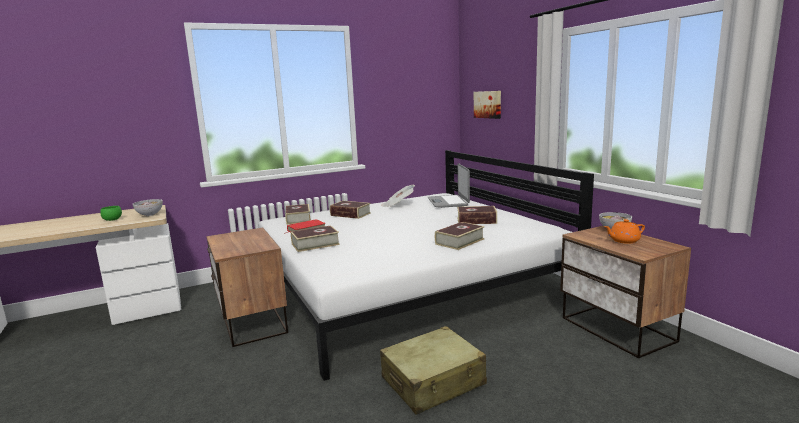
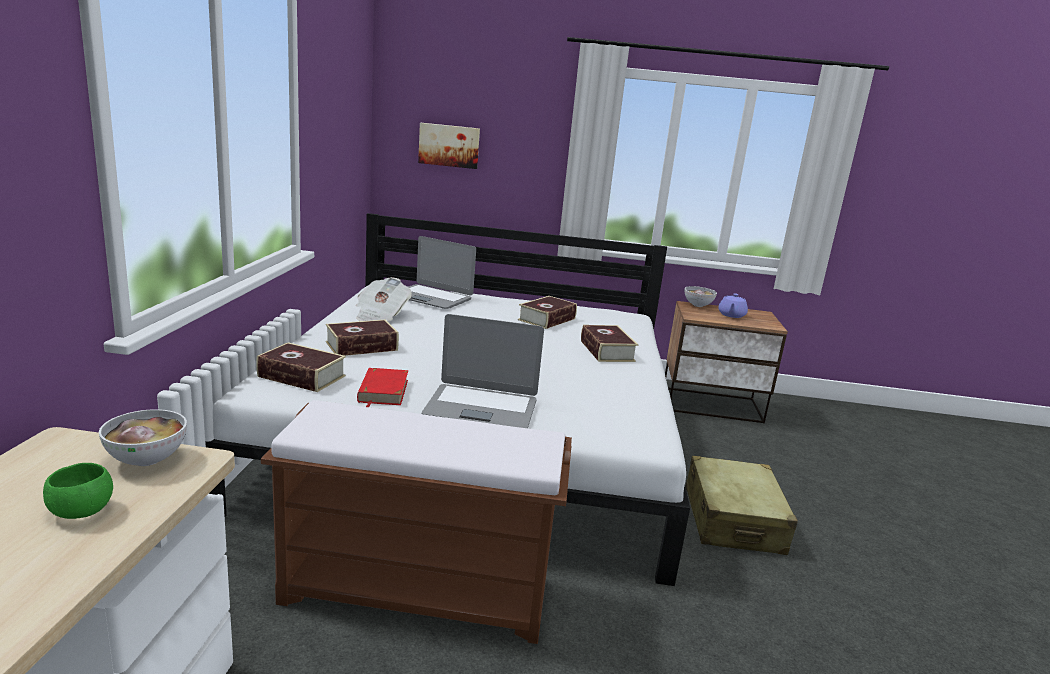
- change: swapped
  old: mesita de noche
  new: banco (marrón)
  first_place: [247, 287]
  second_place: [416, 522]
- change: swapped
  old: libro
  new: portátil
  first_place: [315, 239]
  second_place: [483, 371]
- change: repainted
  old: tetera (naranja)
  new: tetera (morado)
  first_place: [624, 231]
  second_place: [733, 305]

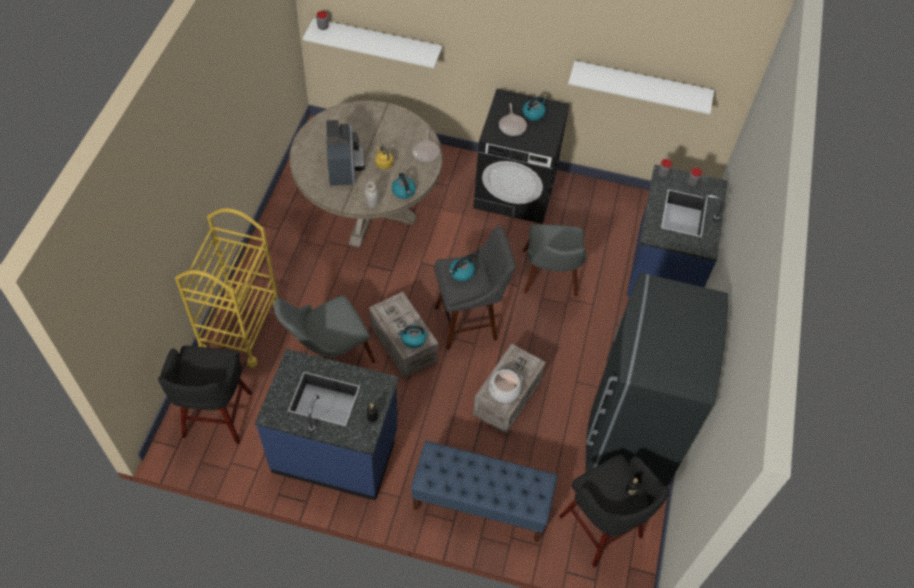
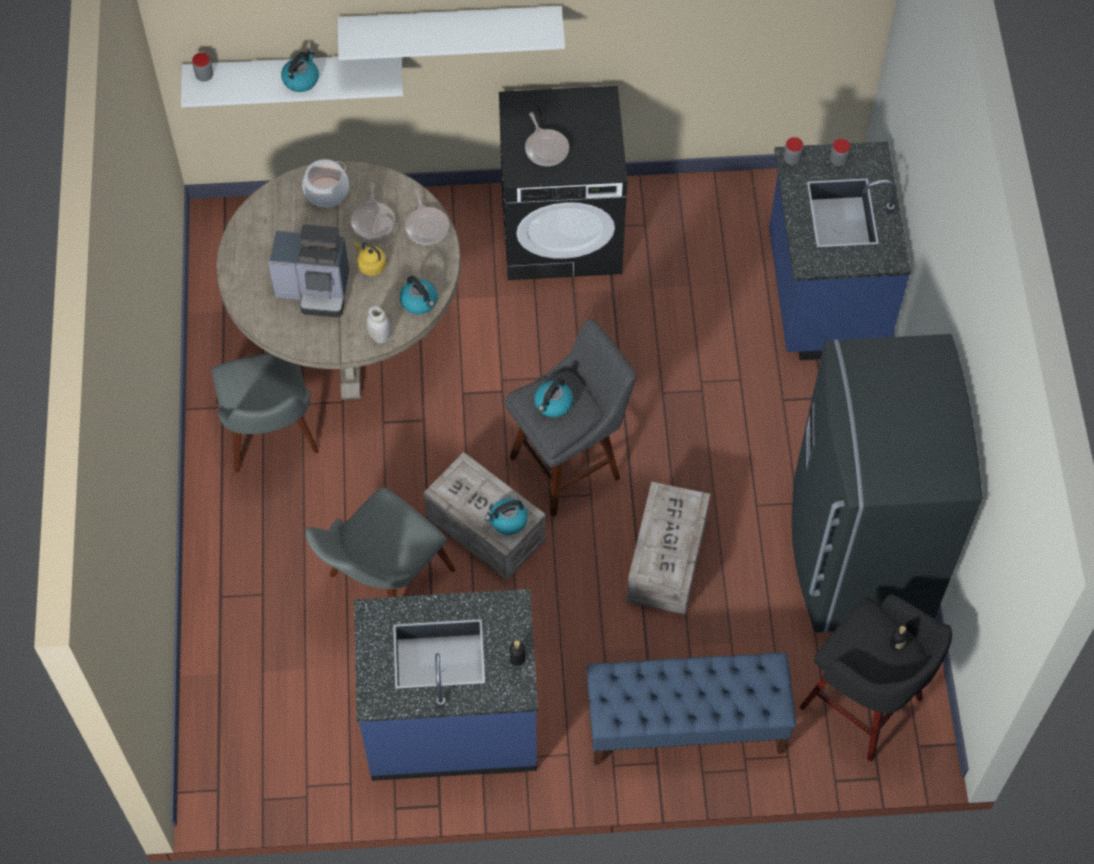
- change: shifted
  old: silla (gris)
  first_place: [555, 260]
  second_place: [265, 412]
- change: rotated
  old: cafetera
  first_place: [345, 152]
  second_place: [308, 270]
  degrees: 120
- change: shifted
  old: hervidor
  first_place: [534, 108]
  second_place: [300, 71]
- change: shifted
  old: olla
  first_place: [505, 386]
  second_place: [325, 183]
- change: shifted
  old: estante (blanco)
  first_place: [641, 87]
  second_place: [451, 33]
- change: new
  new: sartén
  second_place: [372, 211]
- change: gone
  old: taburete (negro)
  first_place: [205, 395]
- change: gone
  old: carrito (amarillo)
  first_place: [226, 288]

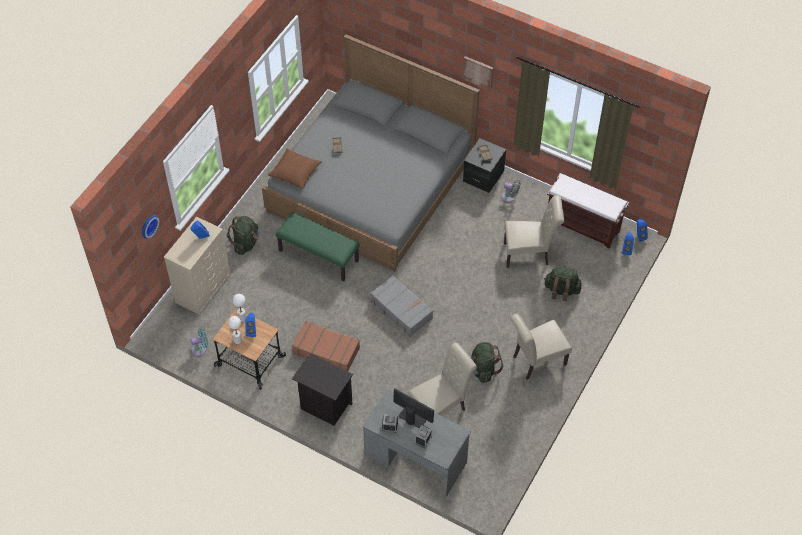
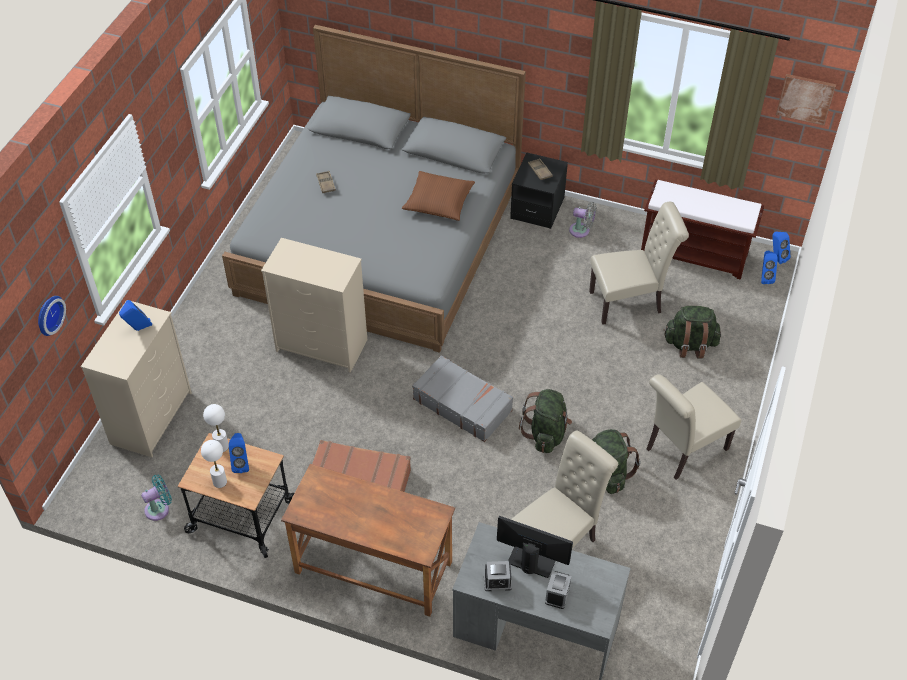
- change: swapped
  old: banco (verde)
  new: cómoda (beis)
  first_place: [318, 247]
  second_place: [314, 305]
- change: swapped
  old: mesita de noche (negro)
  new: escritorio (marrón)
  first_place: [322, 389]
  second_place: [368, 540]
- change: shifted
  old: cojín (marrón)
  first_place: [295, 169]
  second_place: [438, 196]
- change: shifted
  old: mochila (verde)
  first_place: [243, 235]
  second_place: [545, 421]
- change: shifted
  old: cuadro
  first_place: [478, 73]
  second_place: [806, 100]

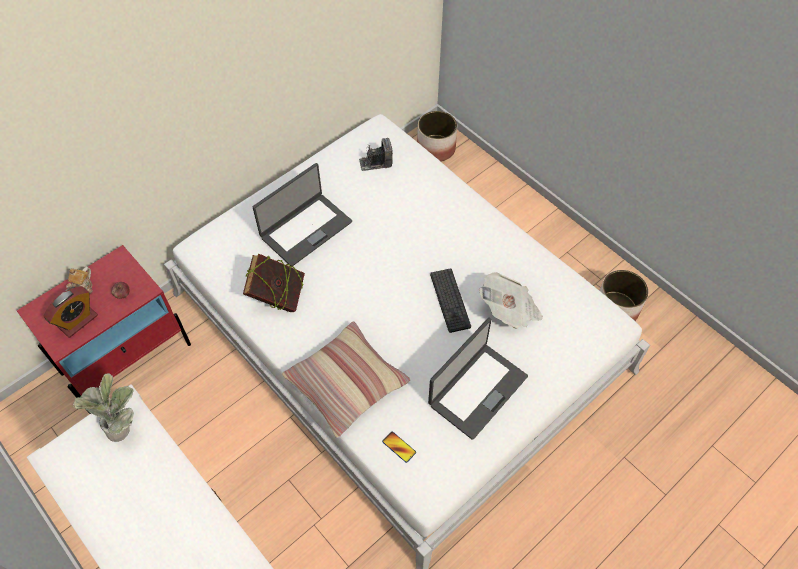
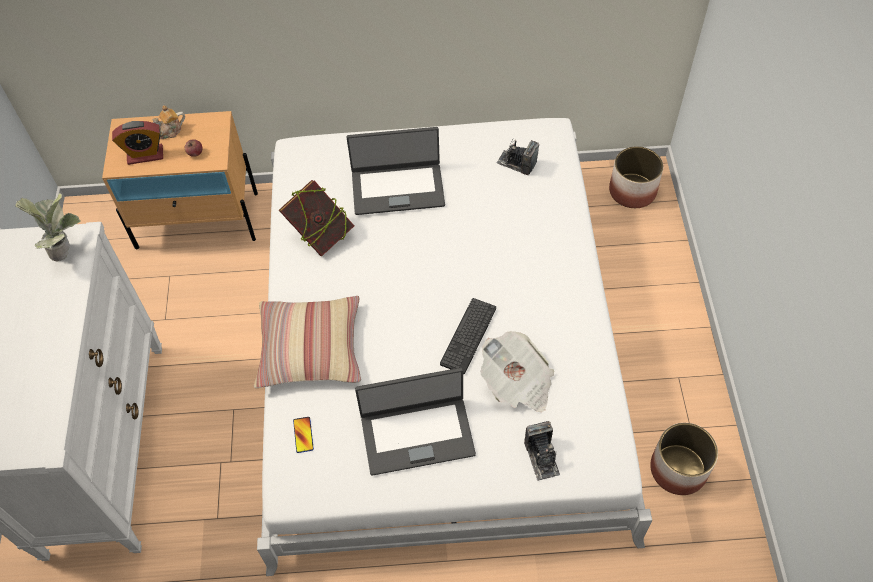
- change: repainted
  old: mesita de noche (rojo)
  new: mesita de noche (beis)
  first_place: [104, 329]
  second_place: [180, 180]
- change: new
  new: cámara
  second_place: [542, 451]

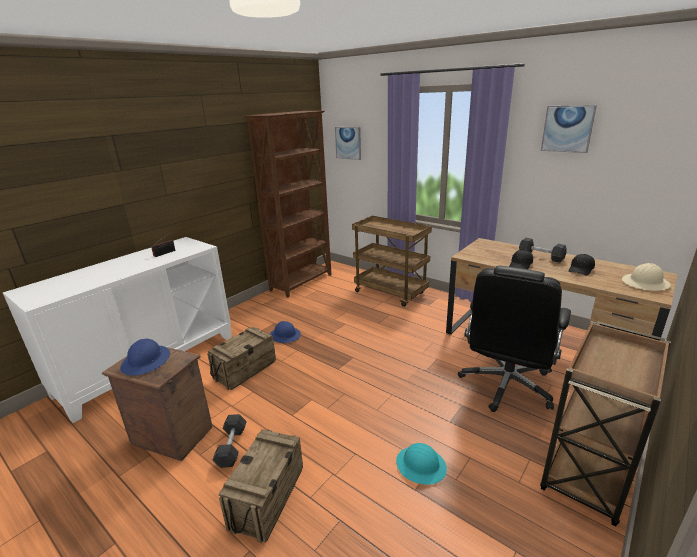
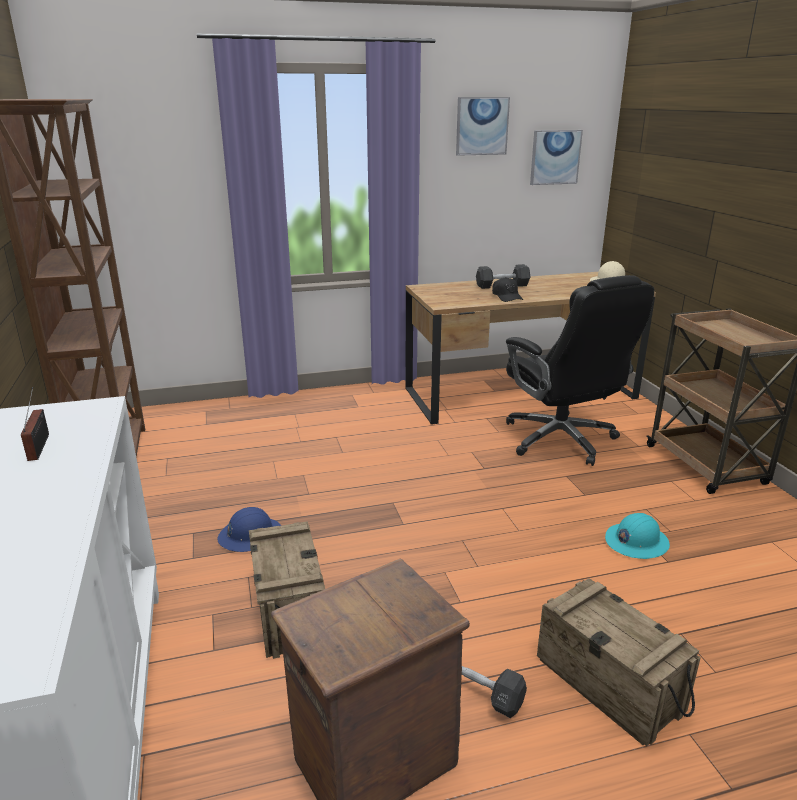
- change: shifted
  old: cuadro
  first_place: [348, 143]
  second_place: [556, 157]
- change: gone
  old: casco (azul)
  first_place: [145, 357]
- change: gone
  old: carrito (marrón)
  first_place: [392, 261]
- change: gone
  old: gorra (negro)
  first_place: [581, 265]

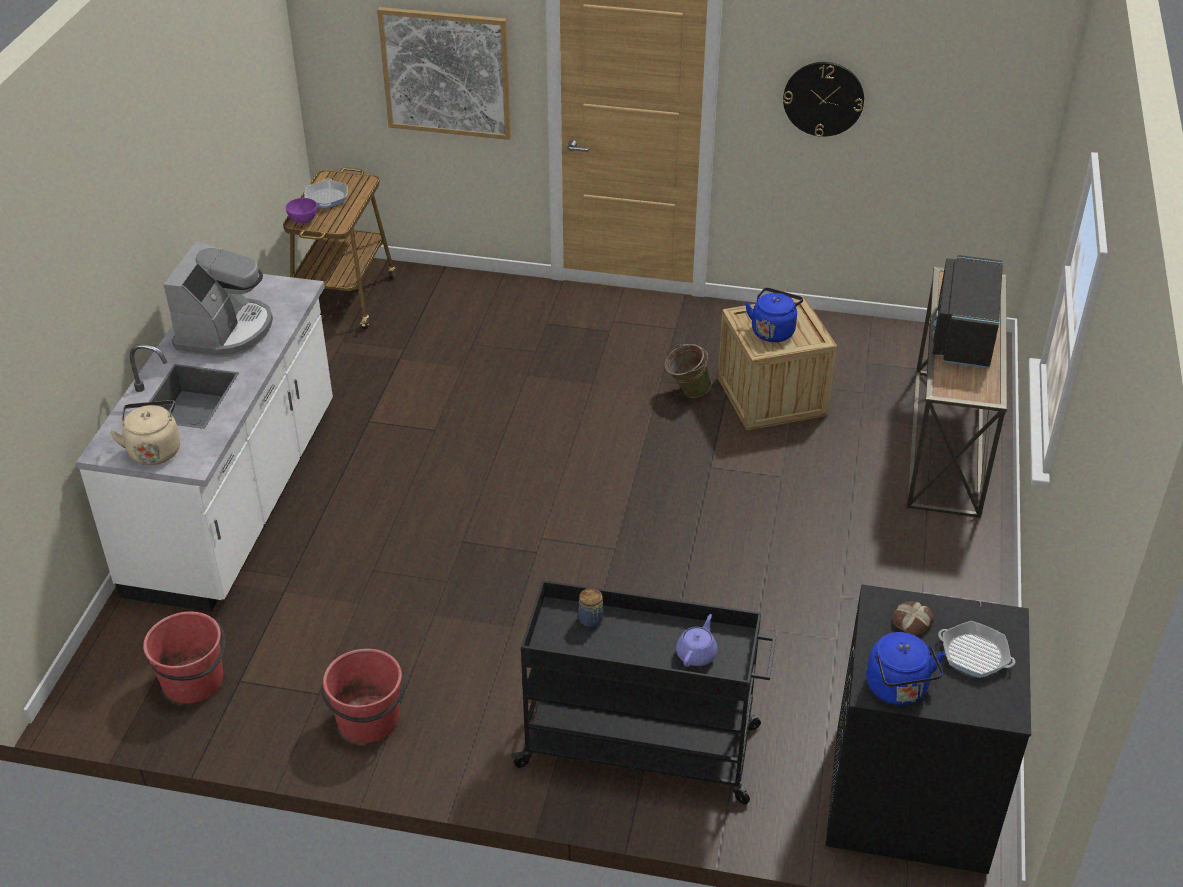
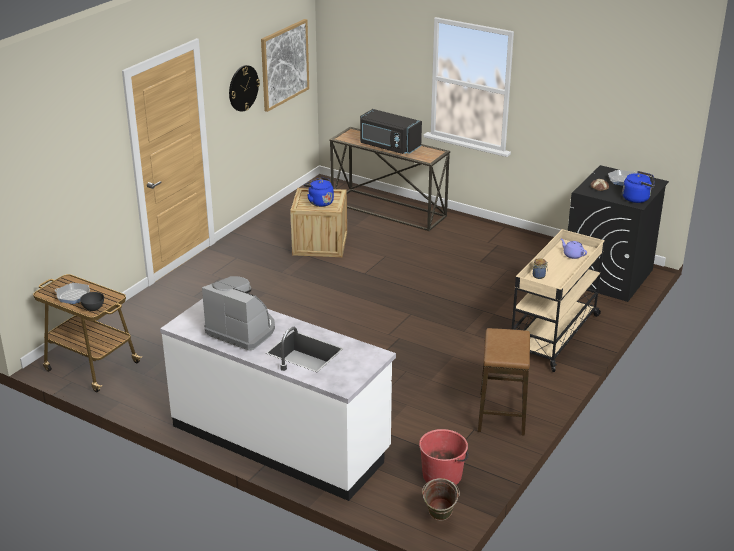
- change: repainted
  old: cuenco (morado)
  new: cuenco (gris)
  first_place: [301, 211]
  second_place: [92, 301]
- change: shifted
  old: cuadro
  first_place: [444, 73]
  second_place: [285, 65]
- change: shifted
  old: cubo (verde)
  first_place: [688, 371]
  second_place: [441, 499]
- change: swapped
  old: cubo (rojo)
  new: taburete
  first_place: [363, 696]
  second_place: [504, 382]
- change: repainted
  old: carrito (negro)
  new: carrito (beis)
  first_place: [643, 692]
  second_place: [558, 300]
- change: gone
  old: hervidor (beis)
  first_place: [144, 432]

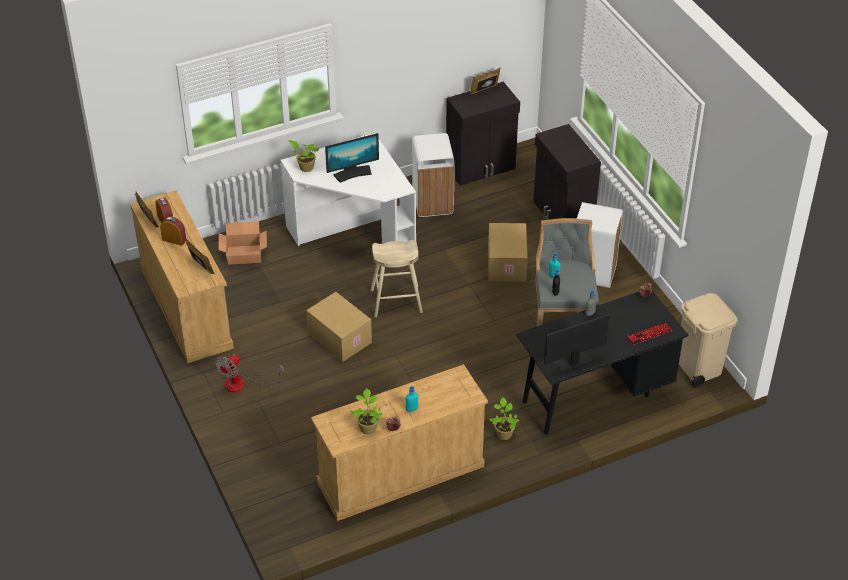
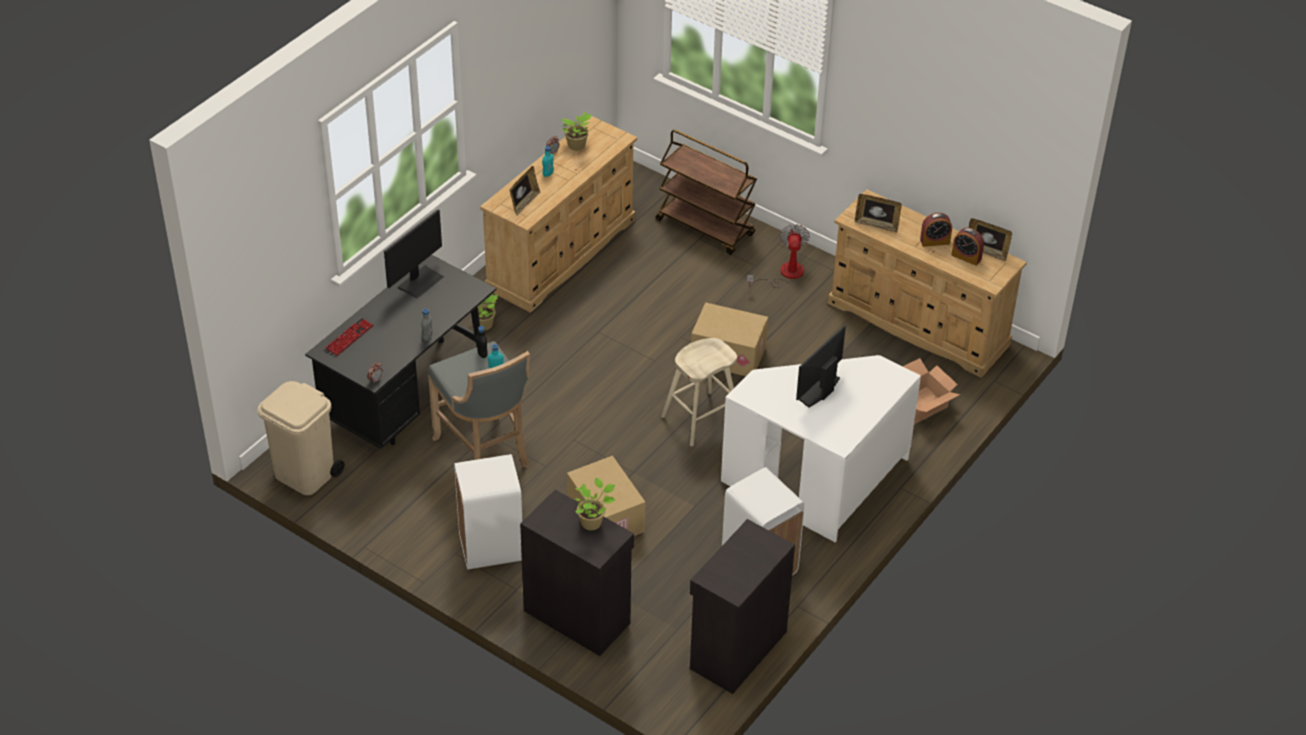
- change: shifted
  old: portarretratos
  first_place: [484, 81]
  second_place: [525, 191]
- change: shifted
  old: planta en maceta
  first_place: [304, 156]
  second_place: [594, 504]
- change: new
  new: carrito (marrón)
  second_place: [706, 192]

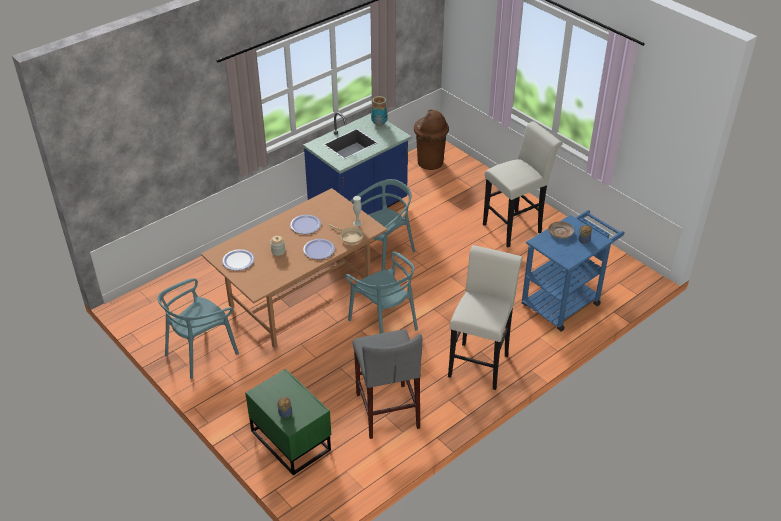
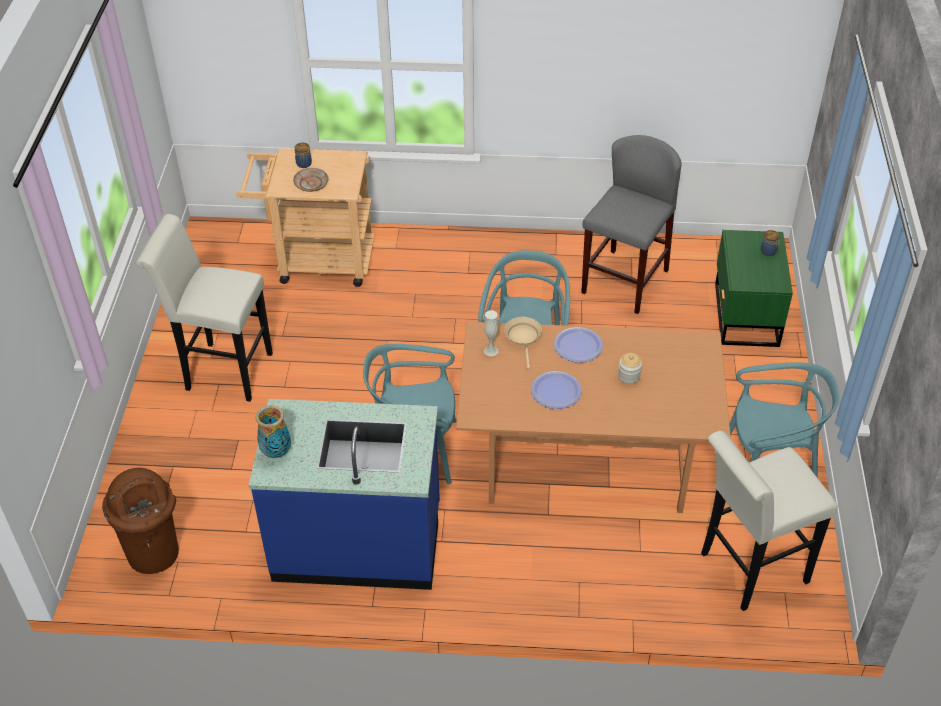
- change: repainted
  old: carrito (azul)
  new: carrito (beis)
  first_place: [573, 271]
  second_place: [305, 217]
- change: shifted
  old: taburete (blanco)
  first_place: [485, 317]
  second_place: [769, 521]
- change: gone
  old: plato
  first_place: [238, 260]

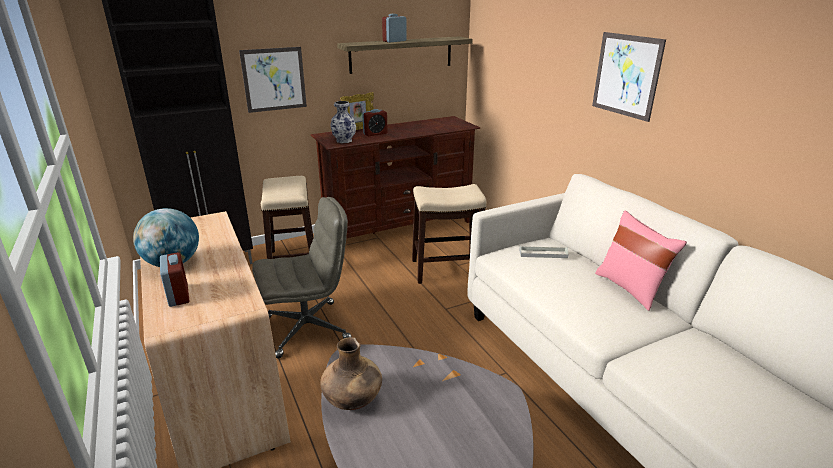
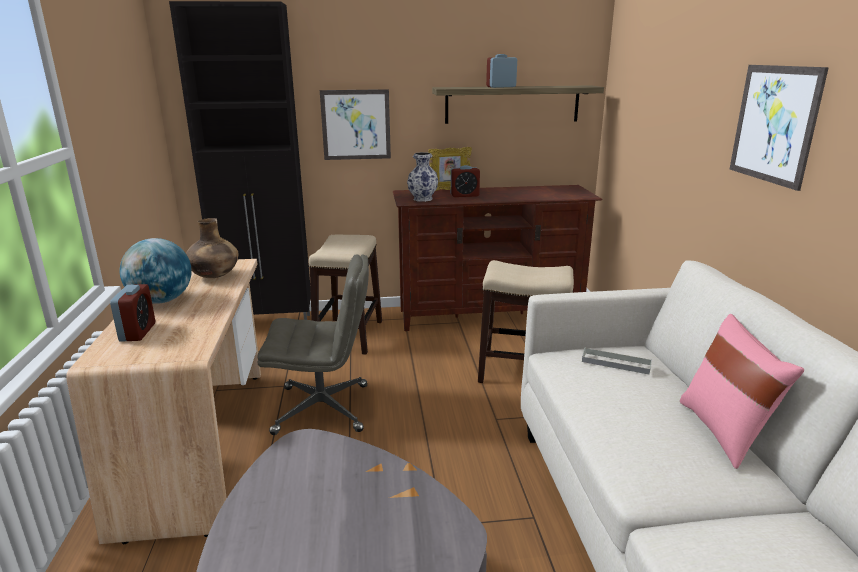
- change: shifted
  old: florero (marrón)
  first_place: [351, 373]
  second_place: [212, 248]

